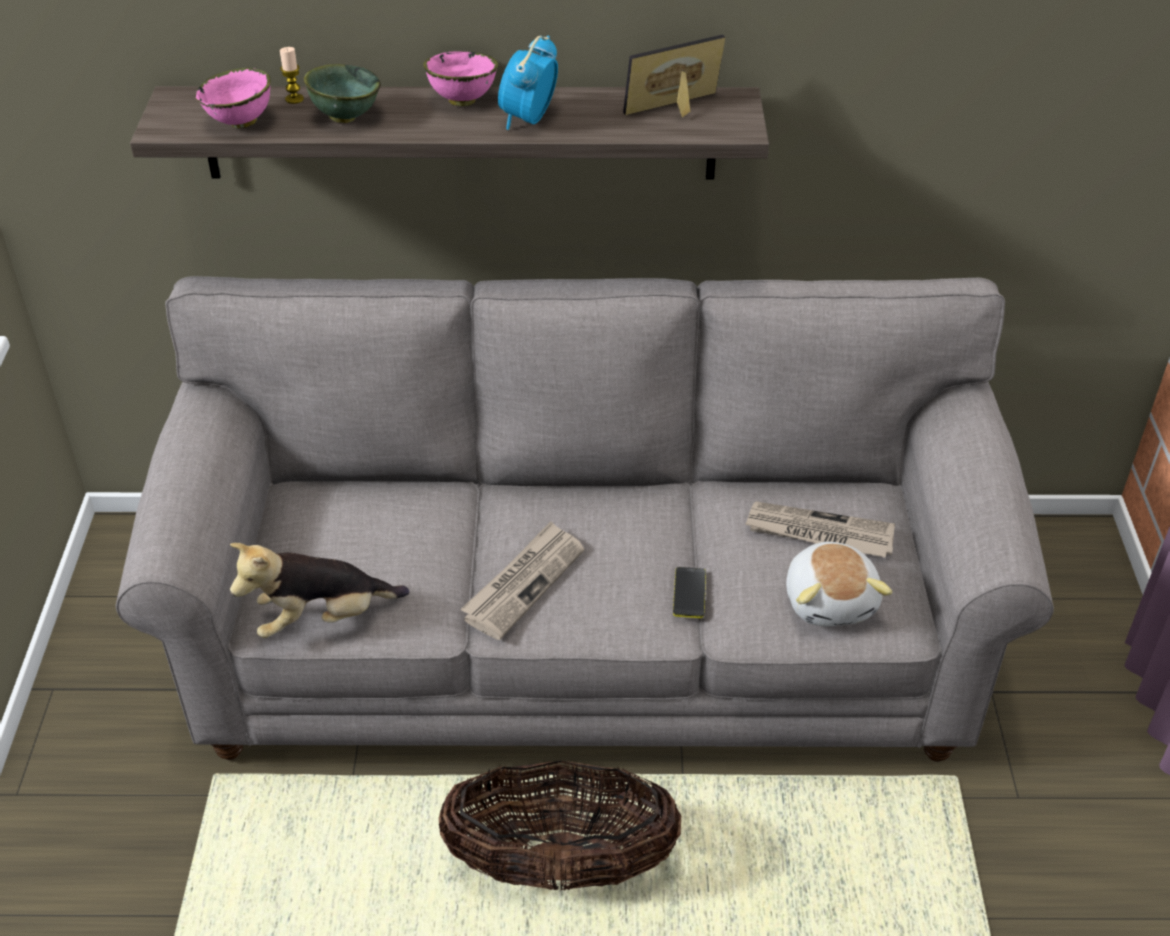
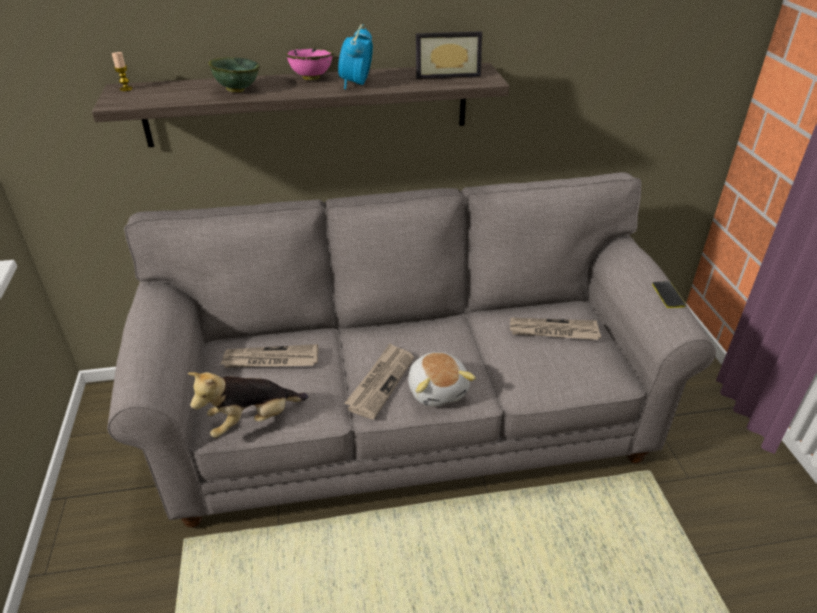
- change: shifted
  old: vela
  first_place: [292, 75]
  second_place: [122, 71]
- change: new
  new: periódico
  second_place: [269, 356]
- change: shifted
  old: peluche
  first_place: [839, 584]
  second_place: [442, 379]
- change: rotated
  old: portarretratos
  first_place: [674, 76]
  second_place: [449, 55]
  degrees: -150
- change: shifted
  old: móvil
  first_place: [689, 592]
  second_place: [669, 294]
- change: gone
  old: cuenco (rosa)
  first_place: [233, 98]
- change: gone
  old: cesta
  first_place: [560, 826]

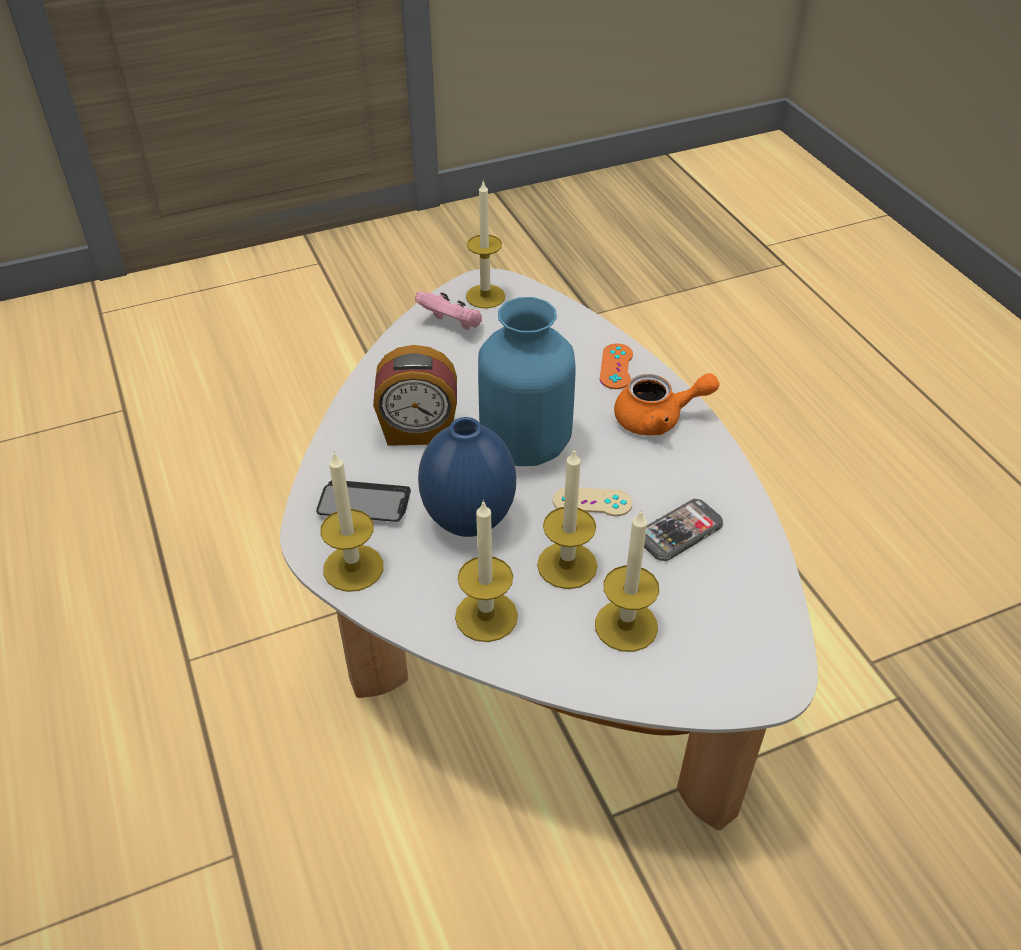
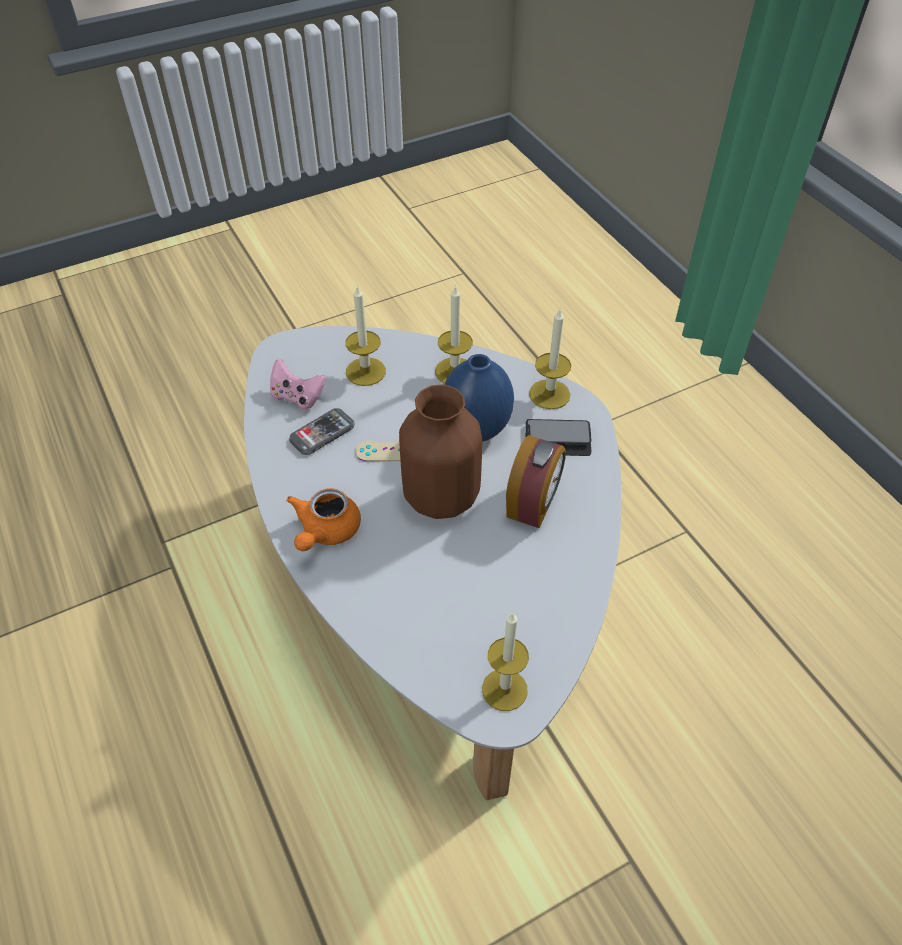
- change: shifted
  old: mando de consola (rosa)
  first_place: [448, 311]
  second_place: [298, 384]
- change: rotated
  old: tetera (naranja)
  first_place: [667, 404]
  second_place: [323, 519]
  degrees: -60
- change: repainted
  old: florero (azul)
  new: florero (marrón)
  first_place: [527, 381]
  second_place: [440, 451]
- change: rotated
  old: despertador
  first_place: [415, 395]
  second_place: [536, 481]
  degrees: 120
- change: gone
  old: vela
  first_place: [567, 518]
- change: gone
  old: mando de consola (naranja)
  first_place: [616, 366]

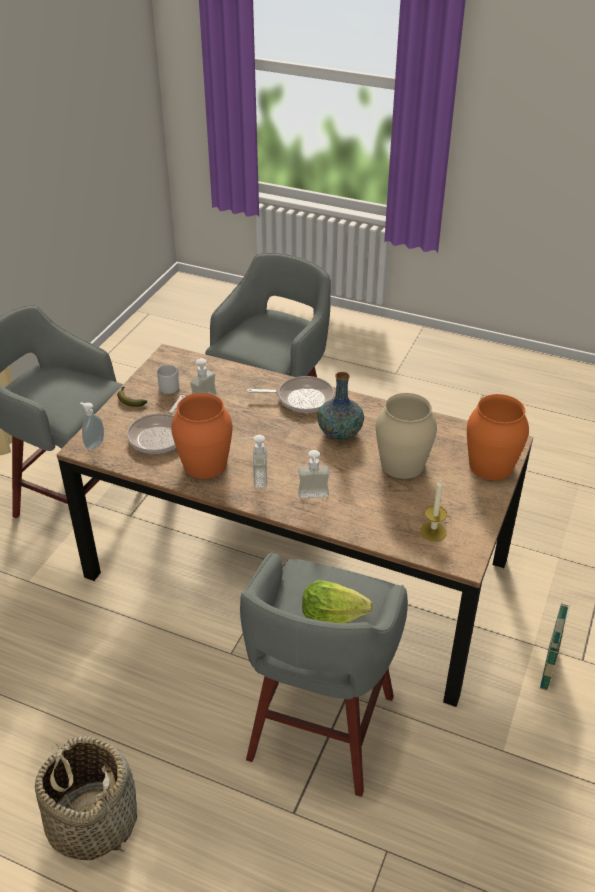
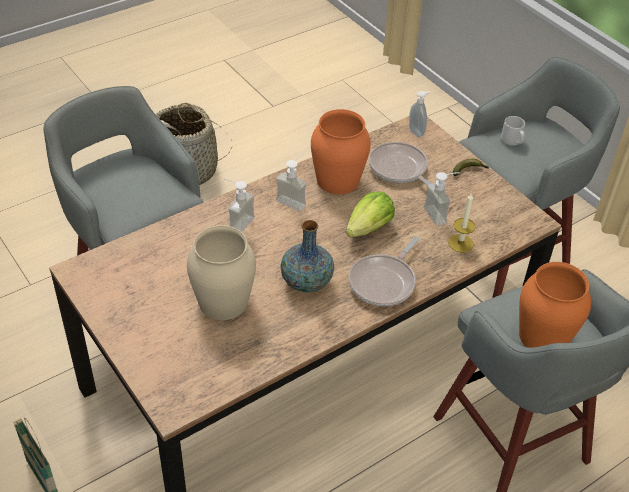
- change: shifted
  old: lechuga
  first_place: [337, 601]
  second_place: [370, 215]
- change: shifted
  old: vela
  first_place: [433, 510]
  second_place: [462, 222]
- change: shifted
  old: taza grande (gris)
  first_place: [168, 379]
  second_place: [513, 131]
- change: shifted
  old: florero (naranja)
  first_place: [498, 437]
  second_place: [555, 305]

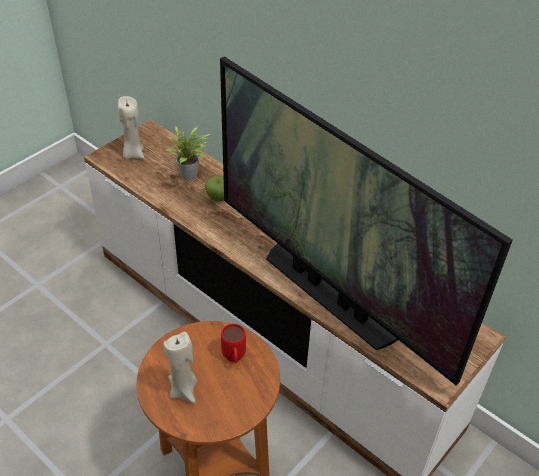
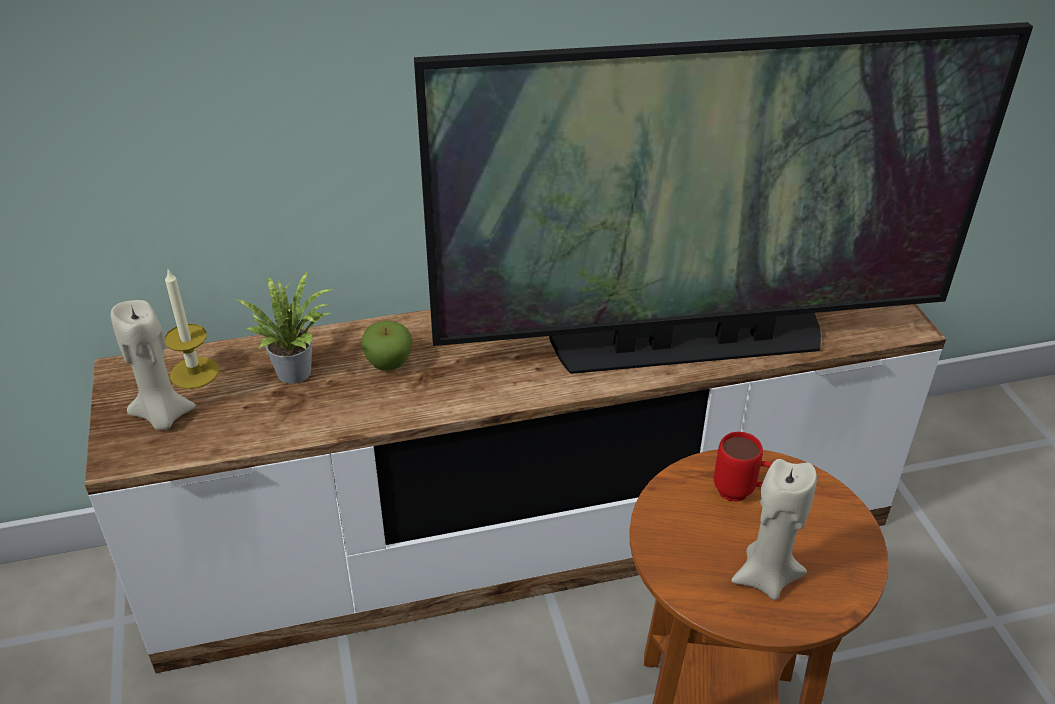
- change: new
  new: vela
  second_place: [191, 329]

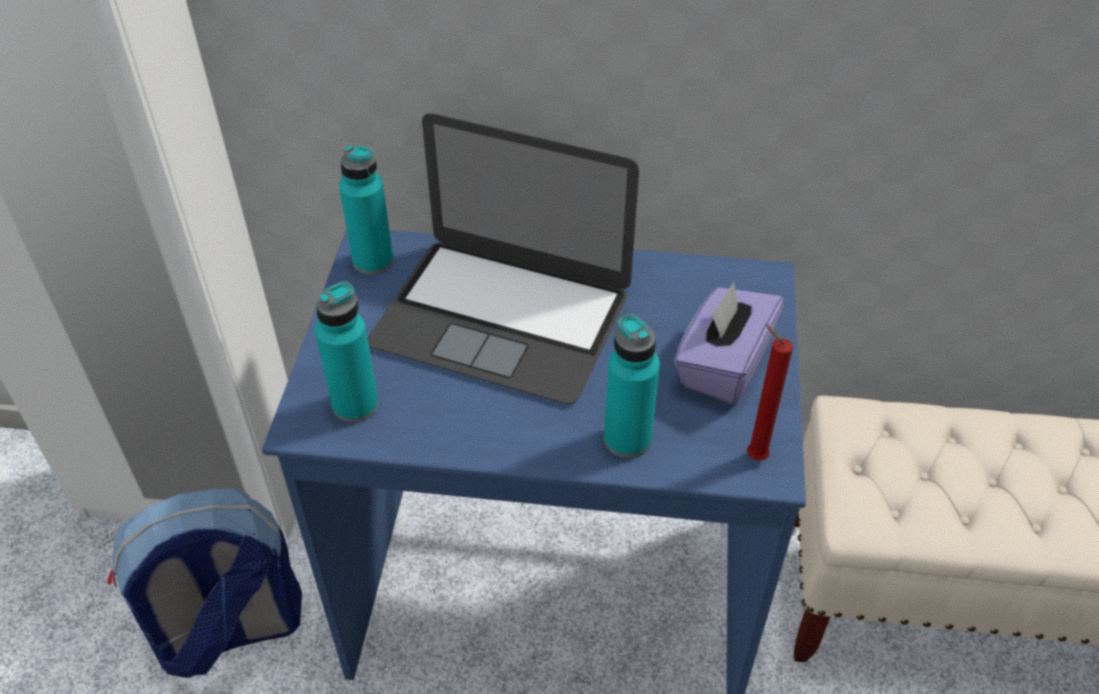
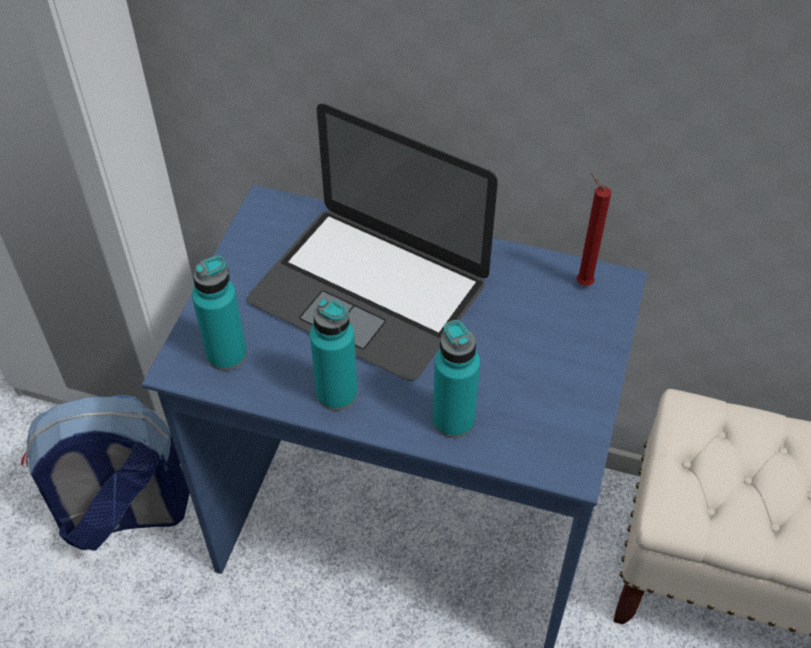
- change: shifted
  old: botella (turquesa)
  first_place: [366, 209]
  second_place: [334, 354]
- change: shifted
  old: vela (rojo)
  first_place: [770, 392]
  second_place: [594, 229]
- change: gone
  old: caja de pañuelos (morado)
  first_place: [729, 343]

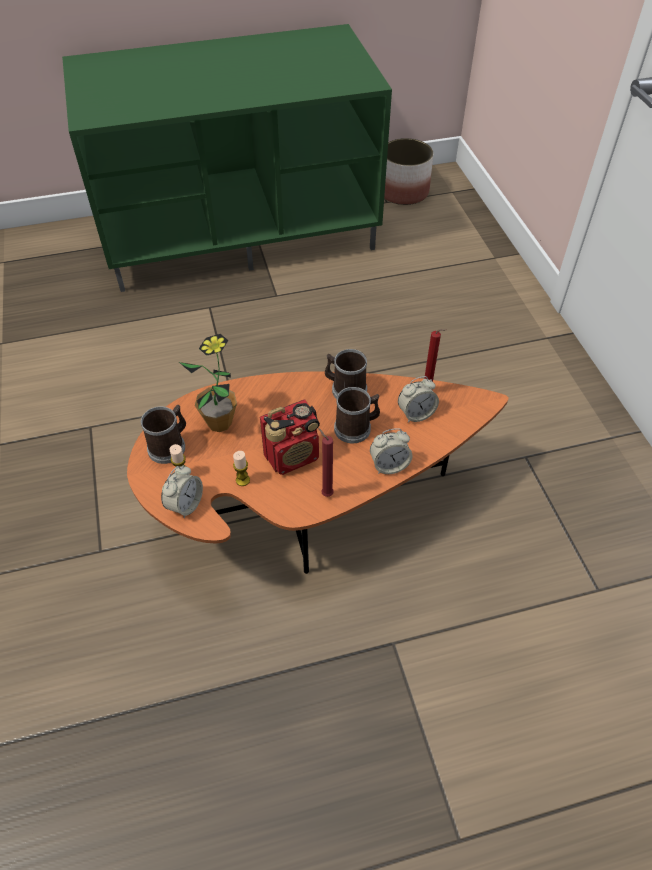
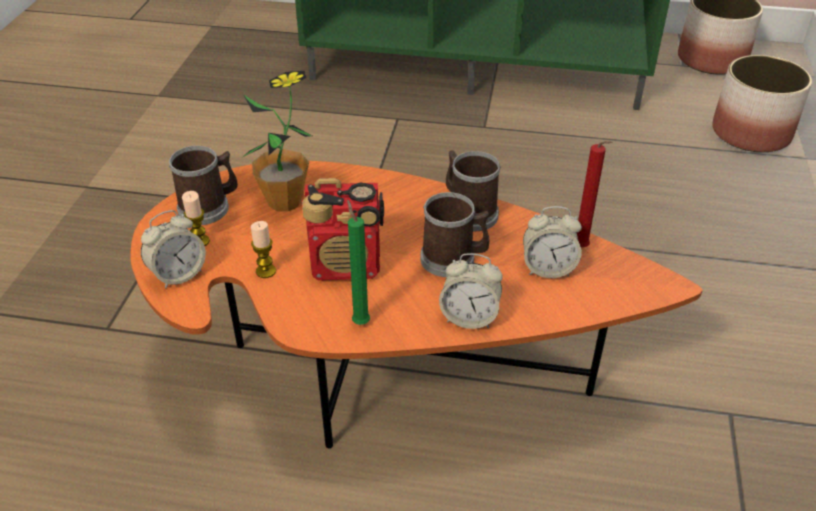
- change: repainted
  old: vela (rojo)
  new: vela (verde)
  first_place: [326, 462]
  second_place: [358, 262]
- change: new
  new: maceta
  second_place: [762, 103]

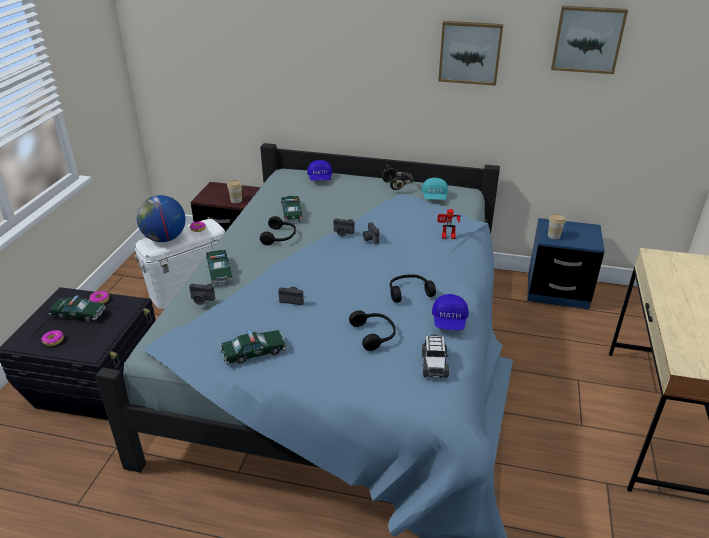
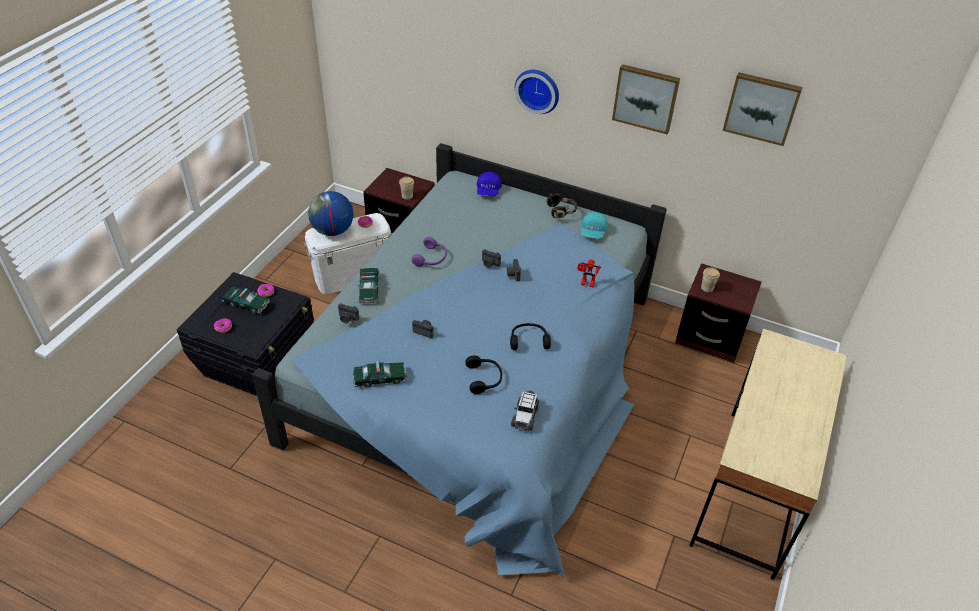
- change: repainted
  old: auriculares (negro)
  new: auriculares (morado)
  first_place: [278, 230]
  second_place: [429, 252]
- change: new
  new: reloj de pared
  second_place: [537, 92]
- change: repainted
  old: mesita de noche (azul)
  new: mesita de noche (marrón)
  first_place: [566, 263]
  second_place: [718, 313]
- change: gone
  old: coche de juguete
  first_place: [292, 209]
- change: gone
  old: gorra (azul)
  first_place: [450, 312]

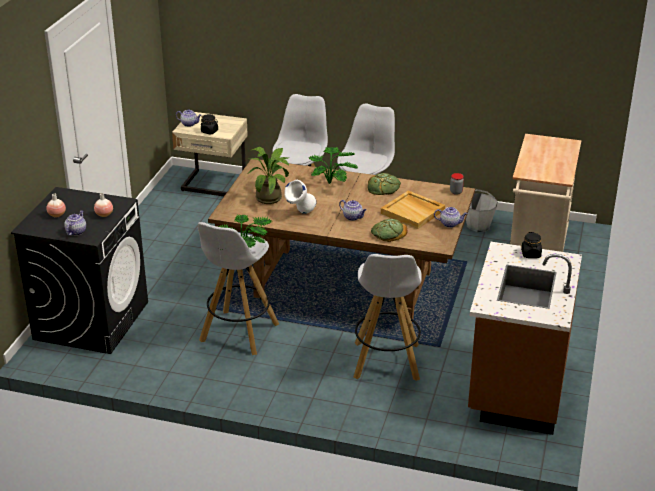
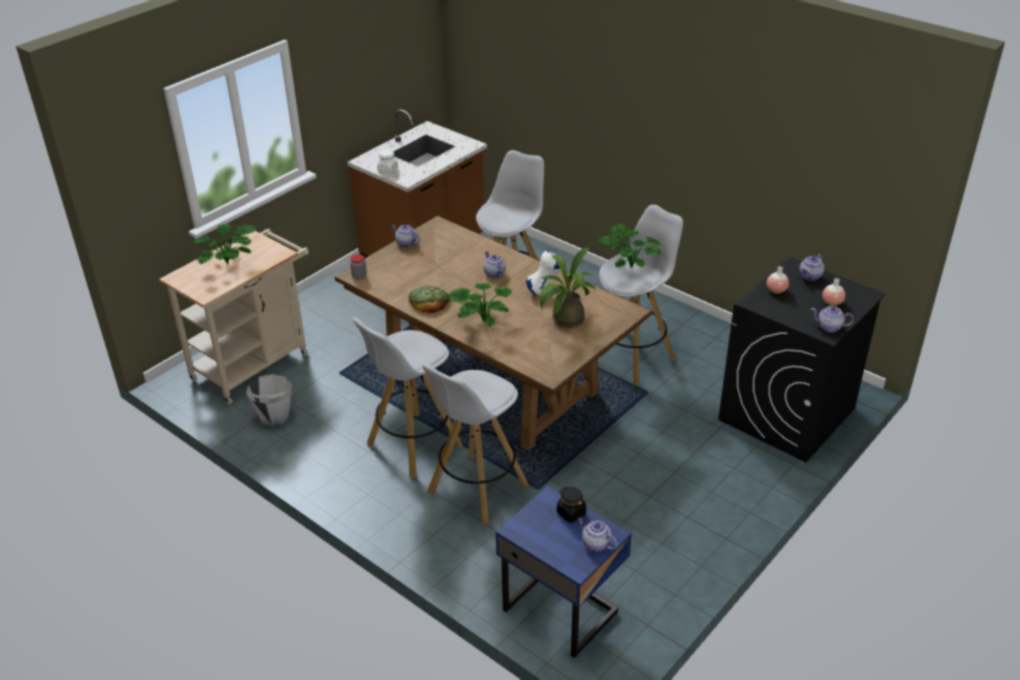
- change: new
  new: planta en maceta
  second_place: [224, 244]
- change: repainted
  old: tarro (negro)
  new: tarro (blanco)
  first_place: [531, 245]
  second_place: [387, 162]
- change: repainted
  old: mesita de noche (beis)
  new: mesita de noche (azul)
  first_place: [210, 154]
  second_place: [564, 571]
- change: new
  new: tetera
  second_place: [832, 319]
- change: gone
  old: pan
  first_place: [389, 230]
- change: gone
  old: bandeja (beis)
  first_place: [413, 210]

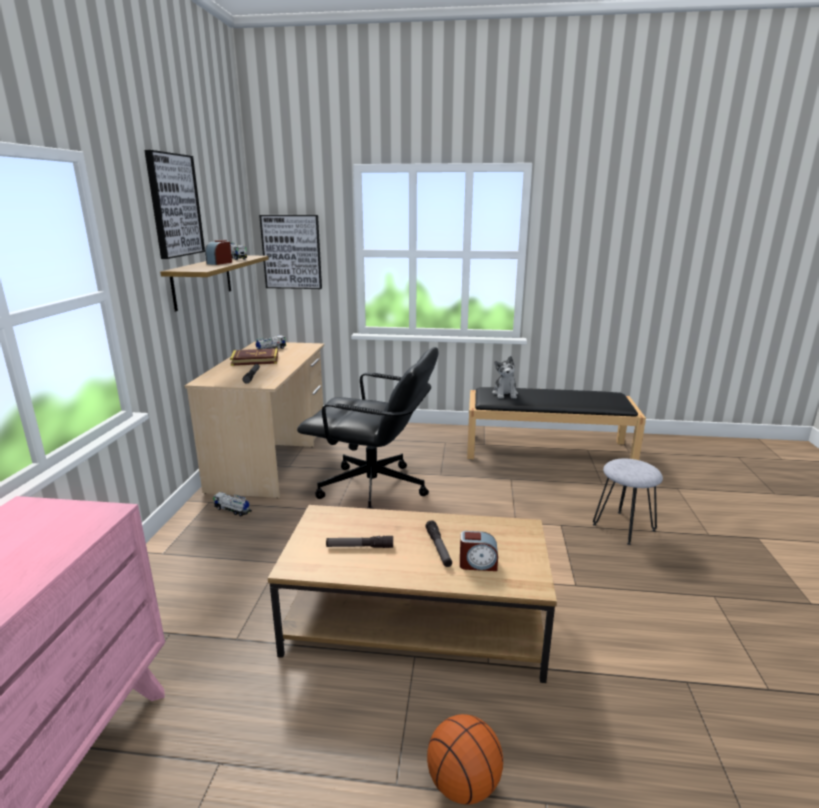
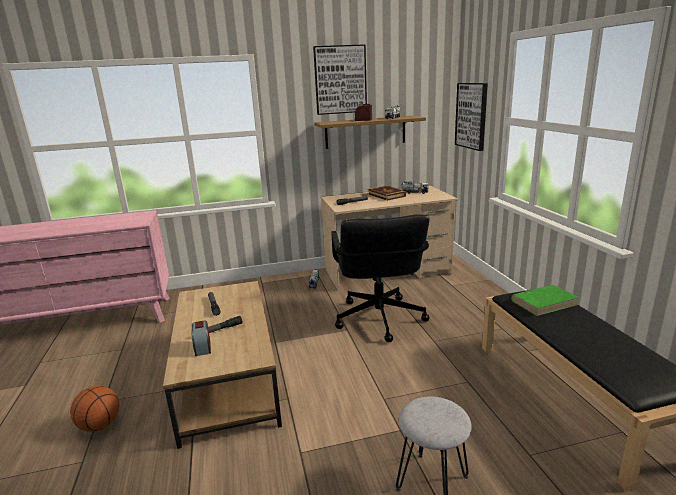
- change: swapped
  old: peluche
  new: libro (verde)
  first_place: [505, 377]
  second_place: [545, 300]

